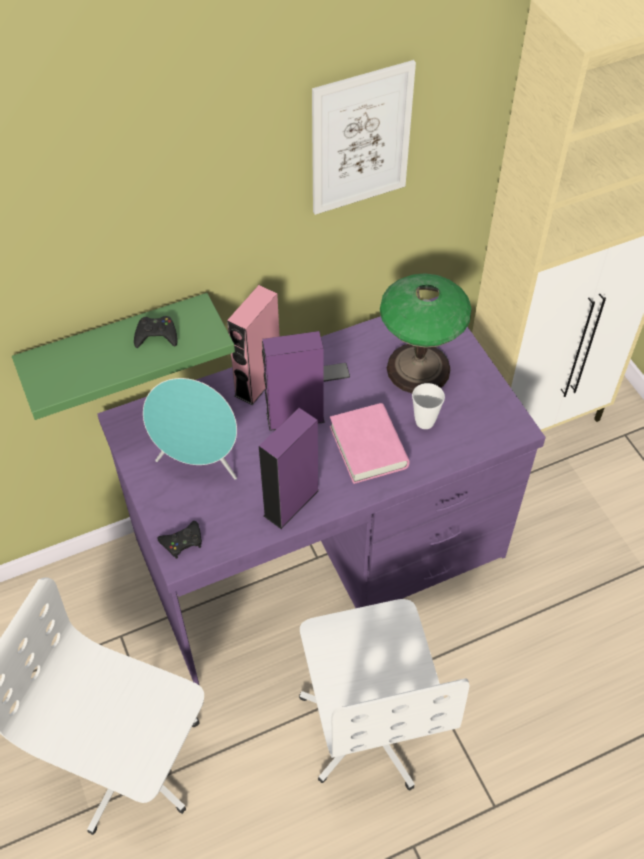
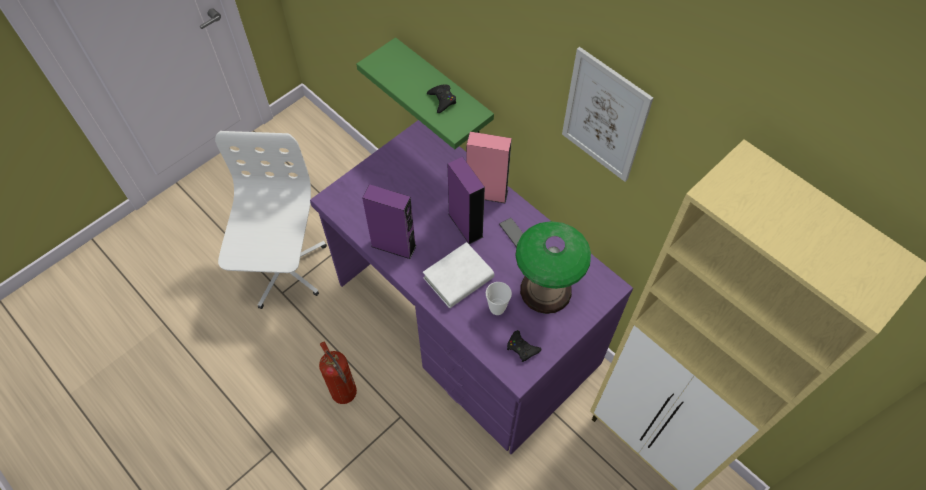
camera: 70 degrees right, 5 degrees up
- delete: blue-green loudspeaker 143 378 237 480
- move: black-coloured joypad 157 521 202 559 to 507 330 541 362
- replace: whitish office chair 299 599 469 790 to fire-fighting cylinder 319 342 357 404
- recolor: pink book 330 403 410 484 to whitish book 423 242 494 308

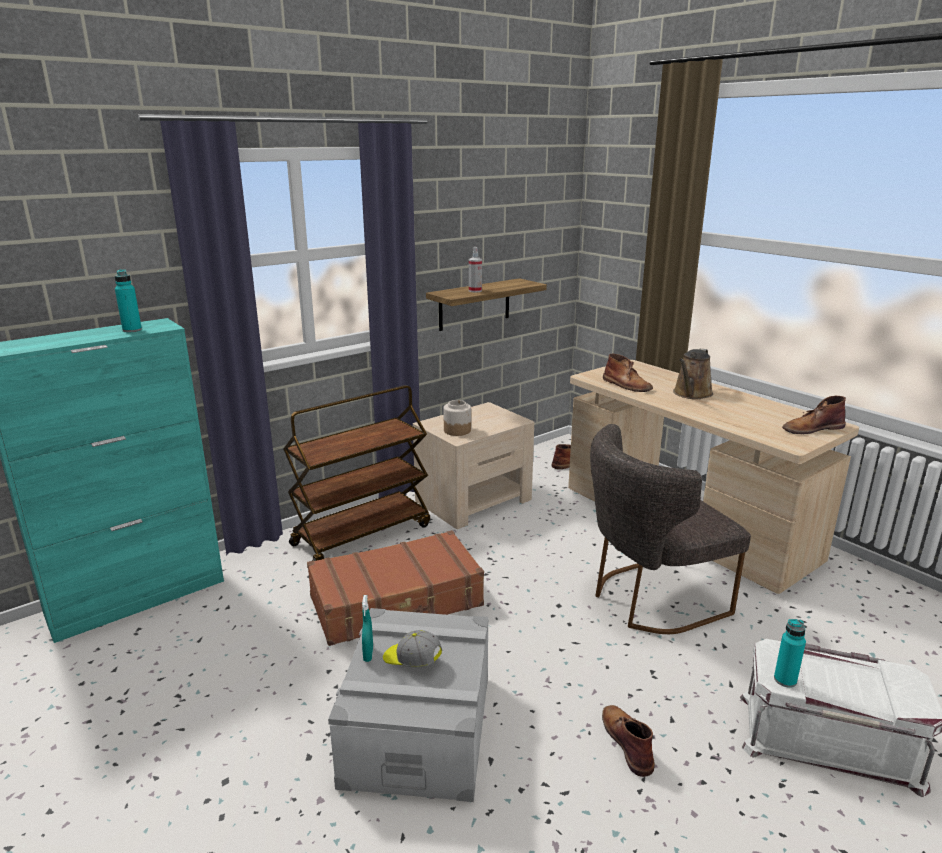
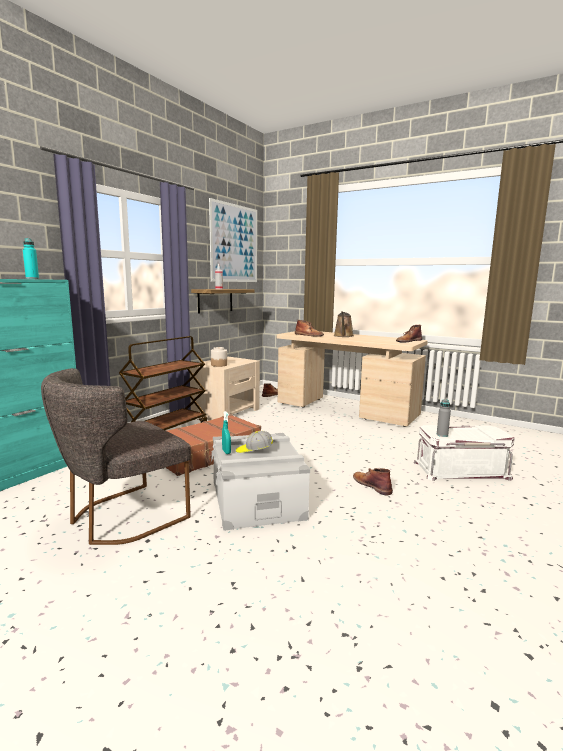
camera: 20 degrees left, 10 degrees down
- move: greyish upright chair 590 424 751 634 to 41 368 191 545
- recolor: blue-green drink bottle 774 619 806 688 to greyish drink bottle 437 399 451 437
- insert: wall picture 209 198 257 282

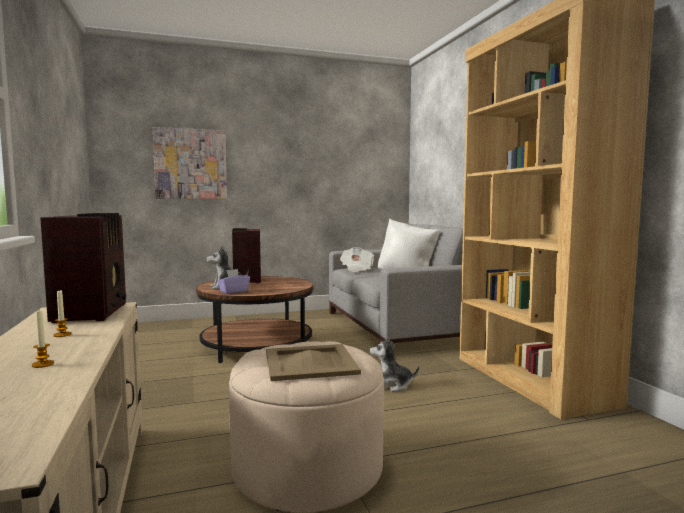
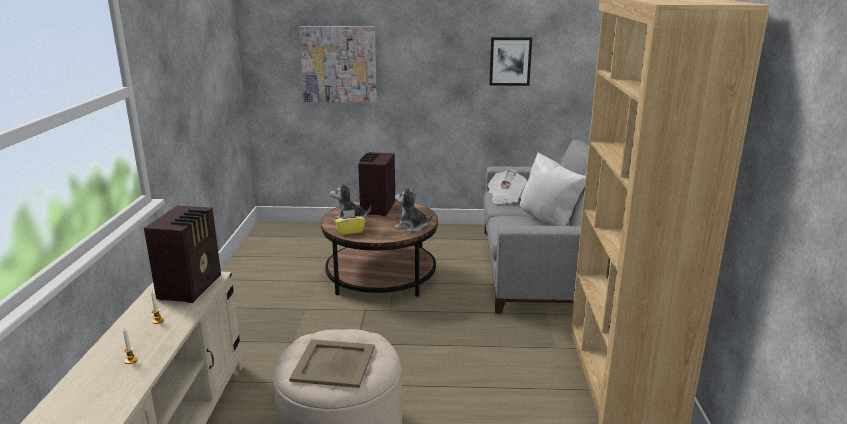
camera: 20 degrees right, 15 degrees up
- recolor: purple box of tissues 217 269 250 294 to yellowish box of tissues 335 210 365 235
- move: soft toy 370 336 419 392 to 395 187 433 232
- insert: wall picture 489 37 532 86

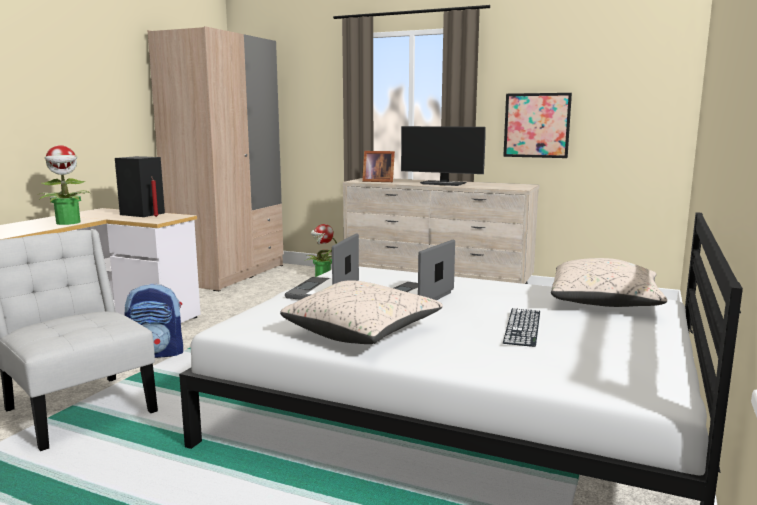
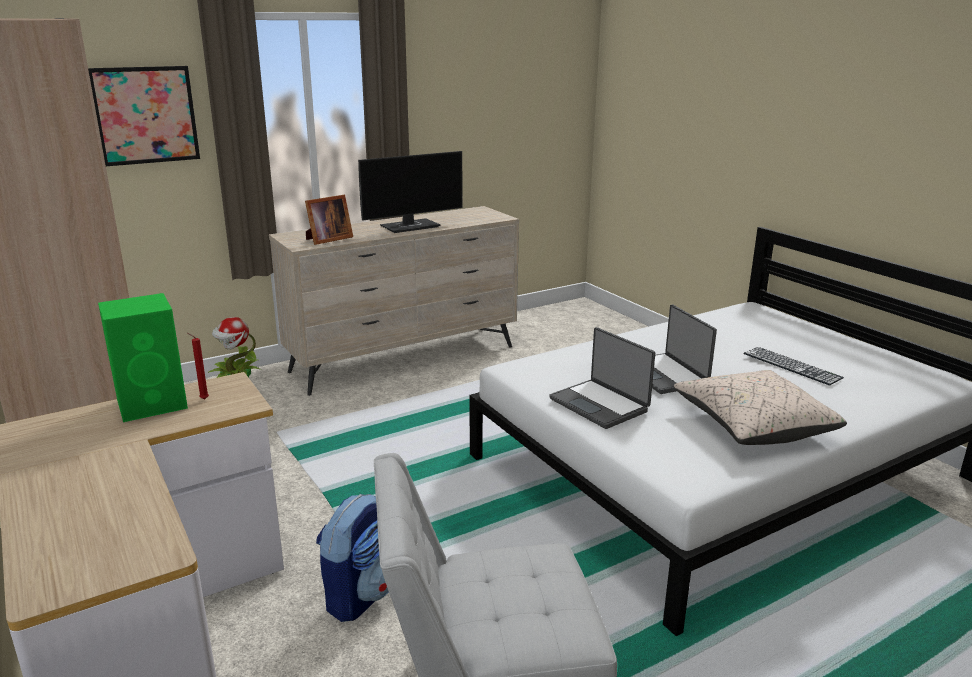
camera: 55 degrees left, 10 degrees up
- delete: potted plant 39 145 89 225
- recolor: black-coloured loudspeaker 115 156 165 217 to green-coloured loudspeaker 98 293 188 422
- move: wall picture 503 93 572 158 to 88 66 200 166
- delete: sand-coloured cushion 551 258 667 307

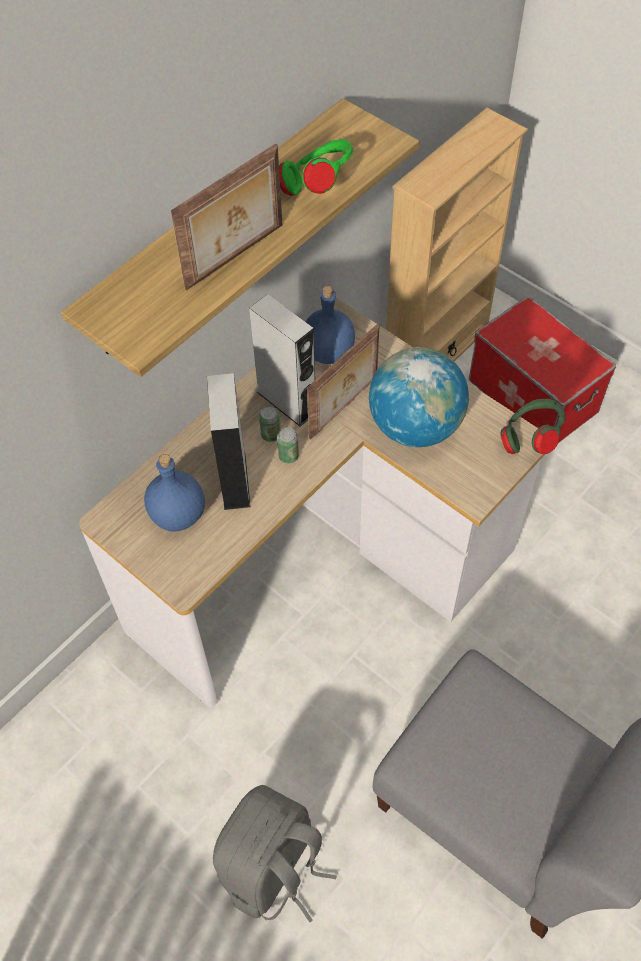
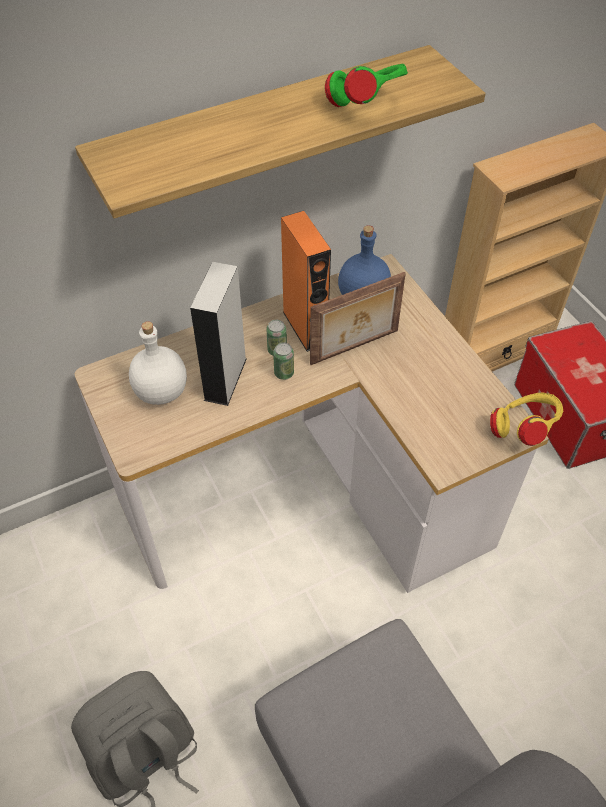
camera: 20 degrees right, 5 degrees down
- recolor: blue drink bottle 144 454 205 532 to whitish drink bottle 129 321 187 405
- delete: picture frame 171 144 282 290
- recolor: greyish loudspeaker 249 294 315 427 to orange loudspeaker 281 211 331 352
- delete: world globe 369 347 469 447
- recolor: green-coloured headset 501 399 565 454 to yellowish headset 490 393 563 446

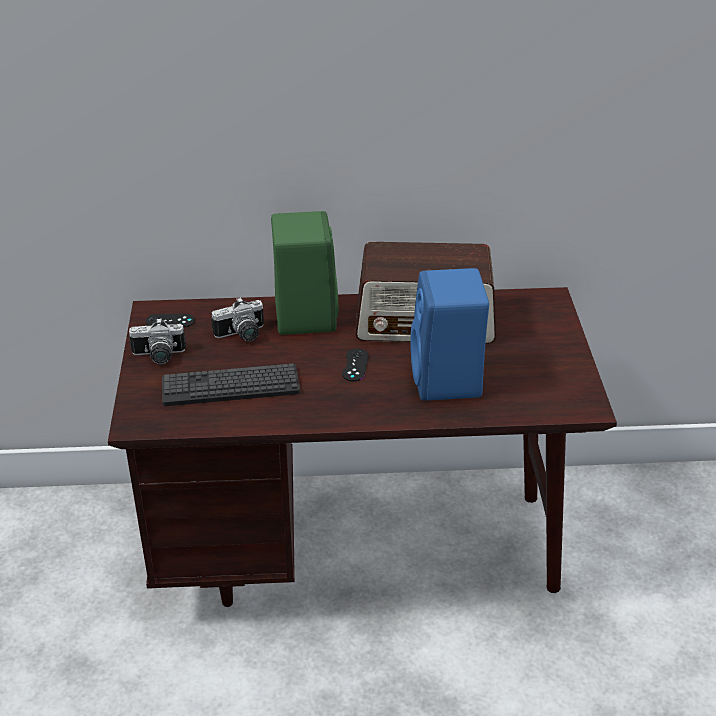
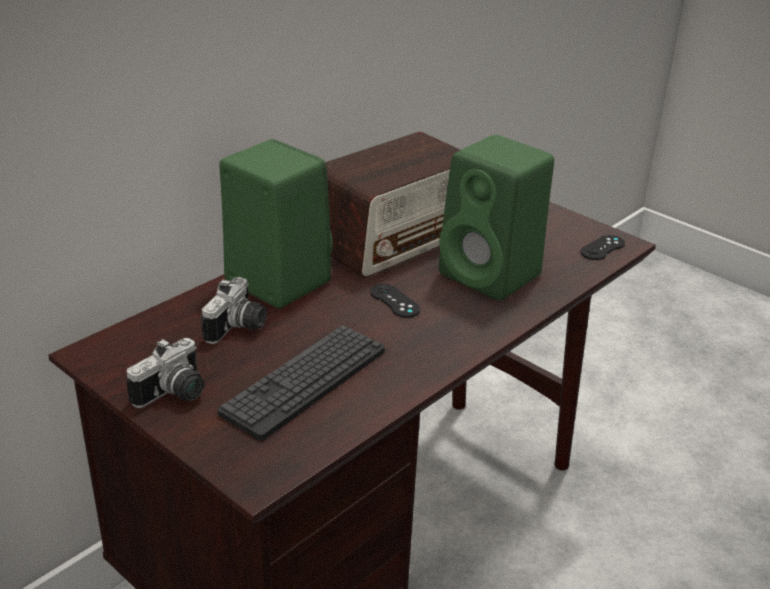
camera: 45 degrees left, 5 degrees down
- move: black-coloured joypad 145 314 195 327 to 580 235 625 260
- recolor: blue loudspeaker 411 268 489 401 to green-coloured loudspeaker 439 135 554 300

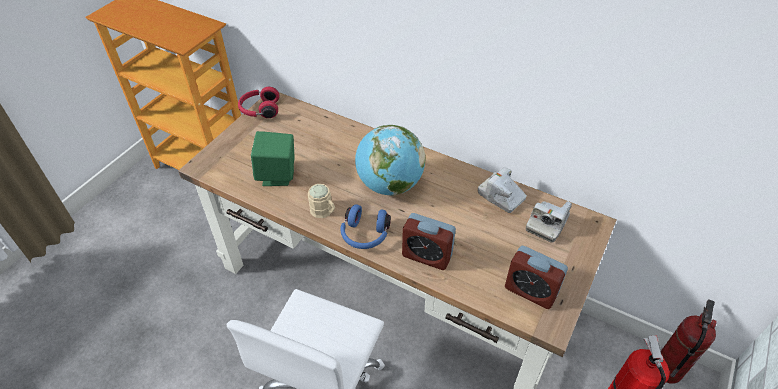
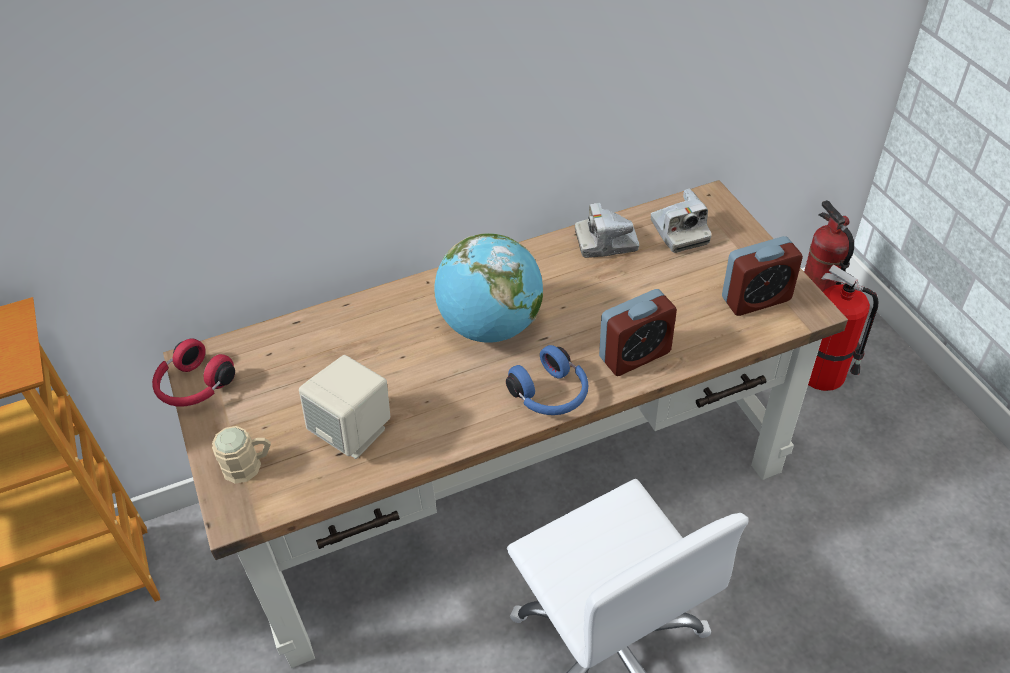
camera: 50 degrees left, 0 degrees up
- recolor: green-coloured loudspeaker 251 131 295 186 to sand-coloured loudspeaker 299 355 390 459
- move: sand-coloured mug 308 184 335 218 to 212 426 271 483

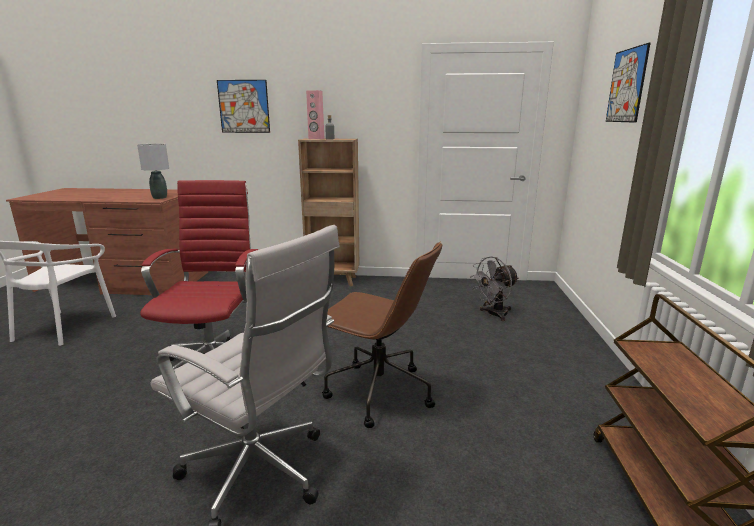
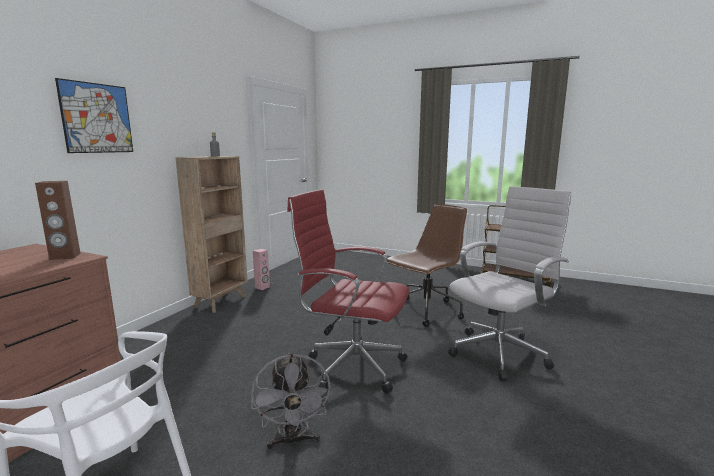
camera: 70 degrees left, 5 degrees down
- replace: greyish lamp for a table 137 144 169 199 to brownish loudspeaker 35 181 81 260
- move: pink loudspeaker 306 90 324 139 to 253 249 270 290
- move: greyish cooling fan 472 256 519 321 to 251 353 332 449
- delete: wall picture 606 43 650 123

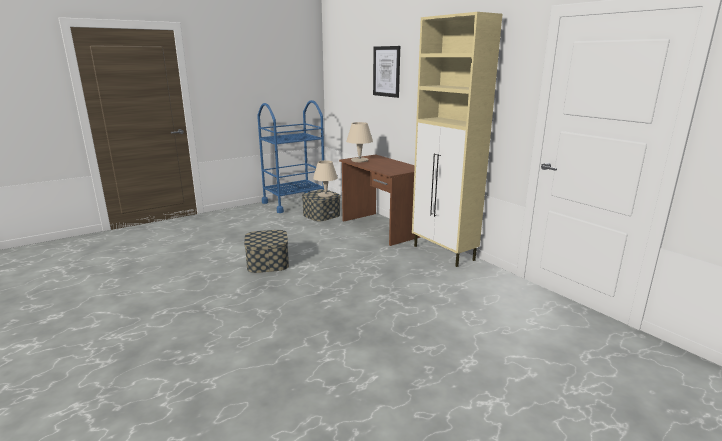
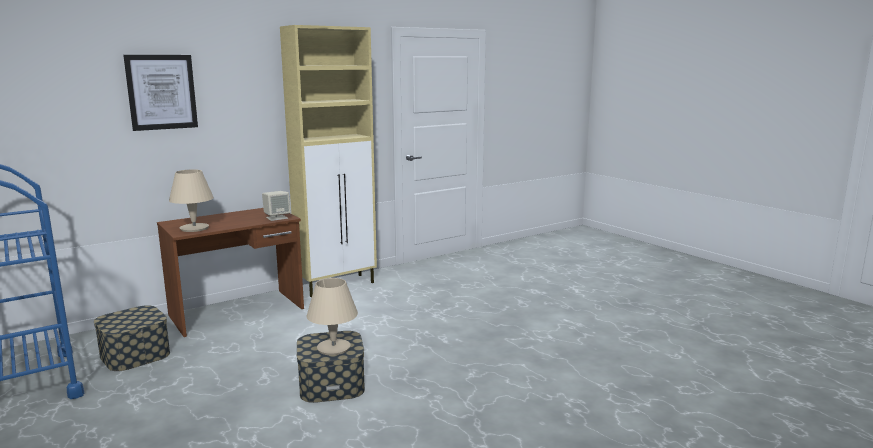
camera: 90 degrees left, 5 degrees down
- move: sand-coloured lamp for a table 313 160 338 198 to 307 278 358 355
- insert: sand-coloured loudspeaker 262 191 291 221

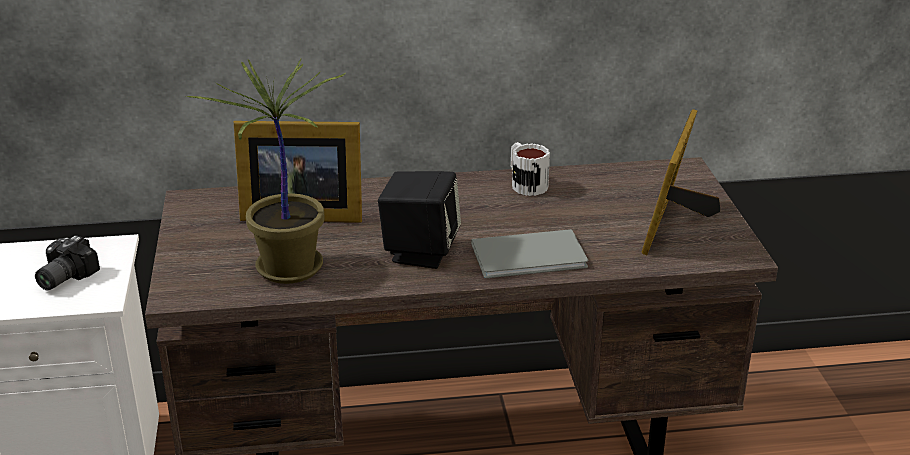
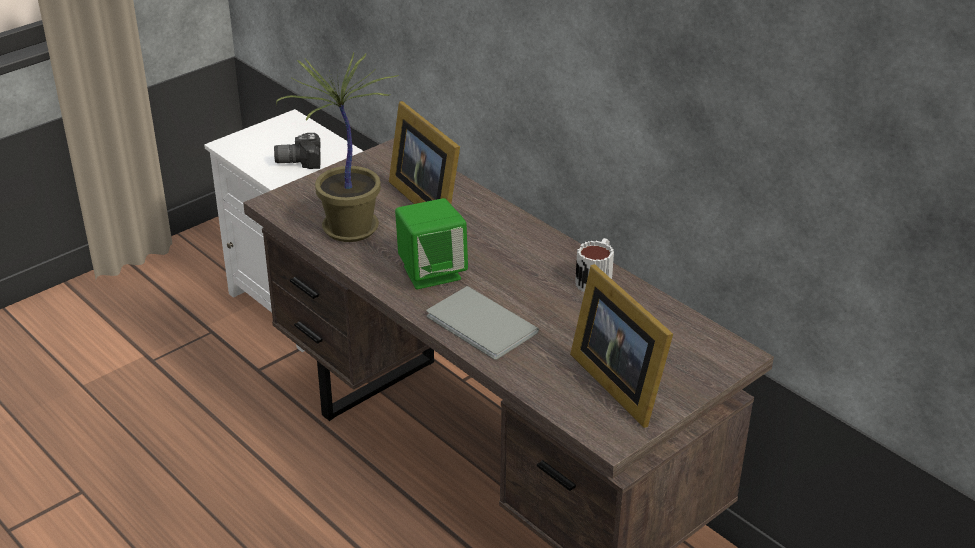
camera: 55 degrees right, 5 degrees up
- recolor: black-coloured loudspeaker 378 171 461 269 to green-coloured loudspeaker 395 198 468 289
- rotate: picture frame 642 109 720 255 = 570 264 673 428 105 degrees counterclockwise

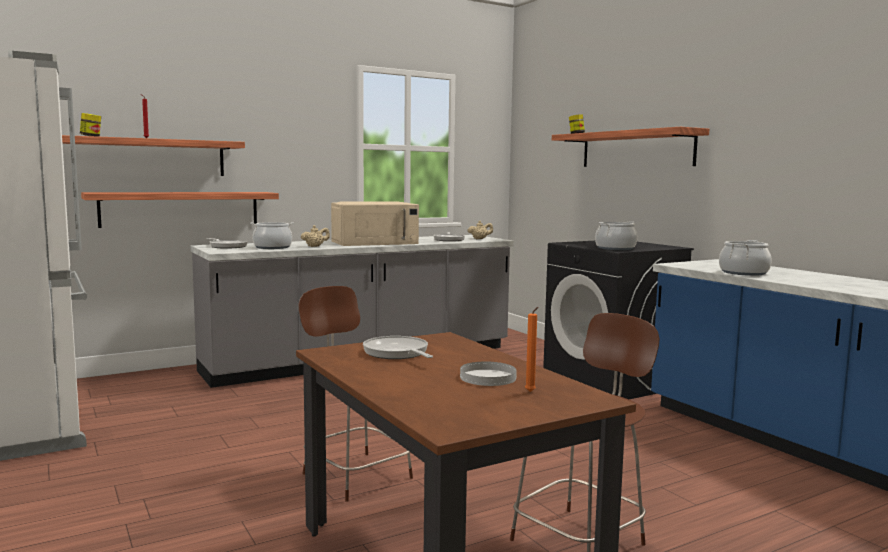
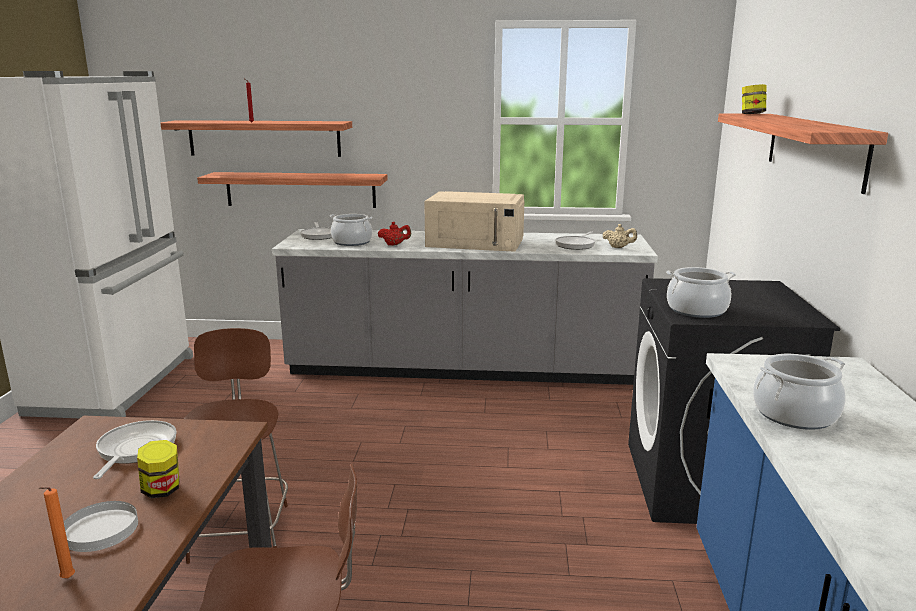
camera: 35 degrees right, 10 degrees up
- move: jar 80 113 101 137 to 137 440 179 498
- recolor: sand-coloured tea pot 301 225 330 247 to red-coloured tea pot 378 222 411 246

